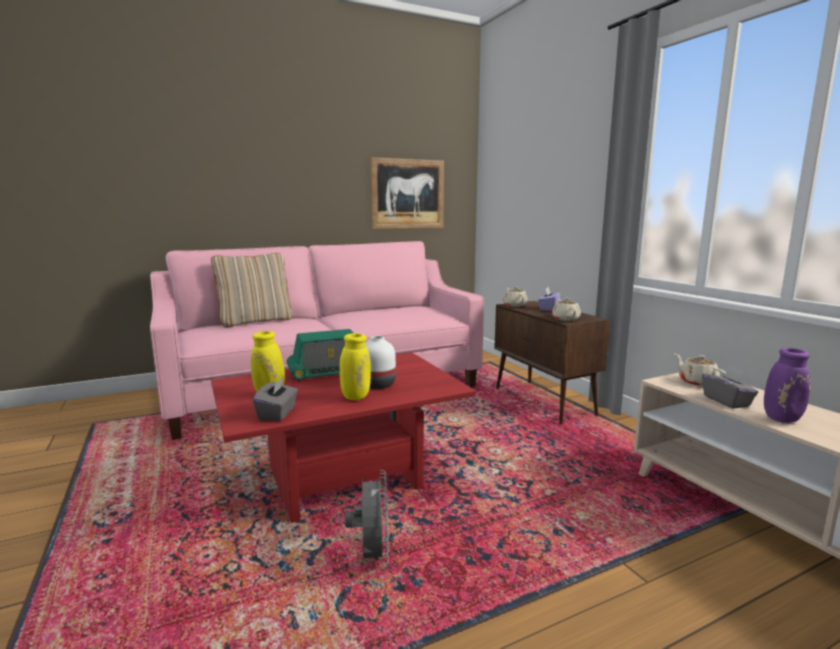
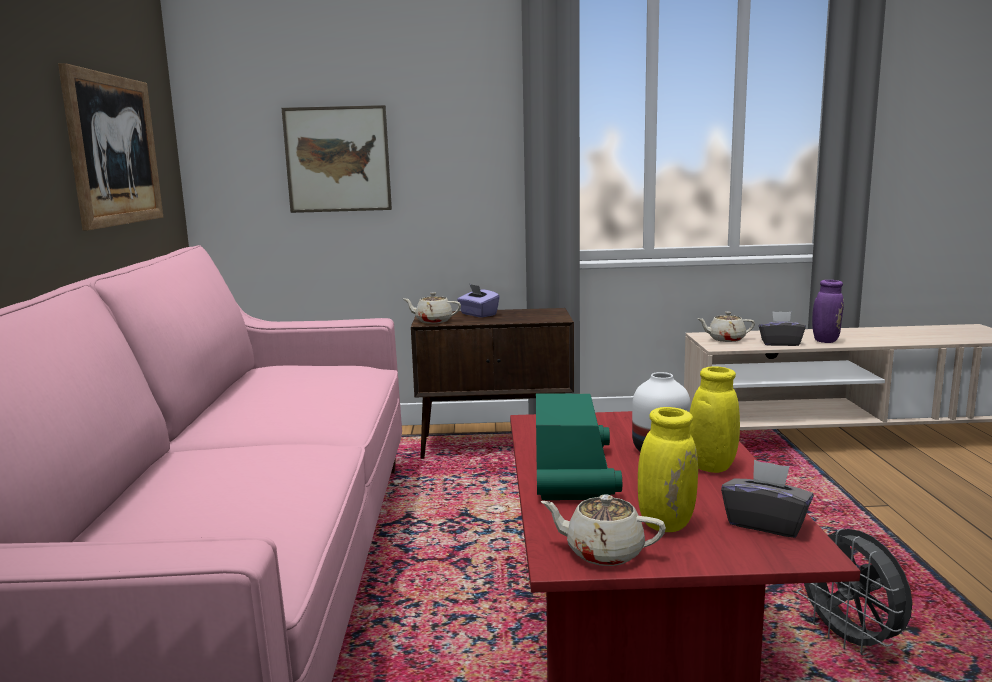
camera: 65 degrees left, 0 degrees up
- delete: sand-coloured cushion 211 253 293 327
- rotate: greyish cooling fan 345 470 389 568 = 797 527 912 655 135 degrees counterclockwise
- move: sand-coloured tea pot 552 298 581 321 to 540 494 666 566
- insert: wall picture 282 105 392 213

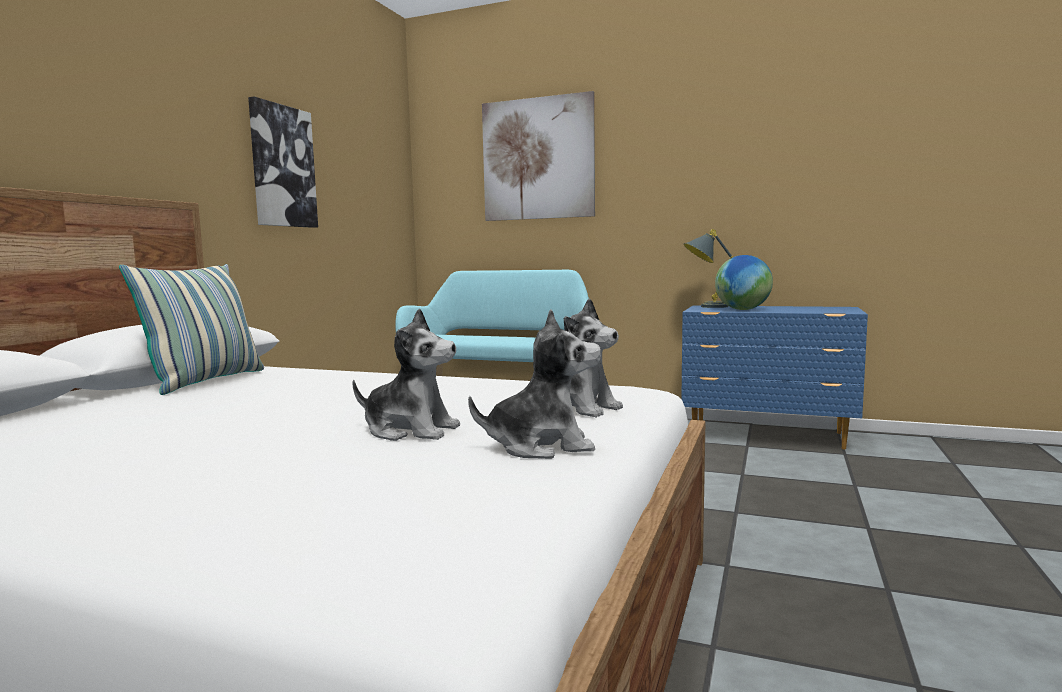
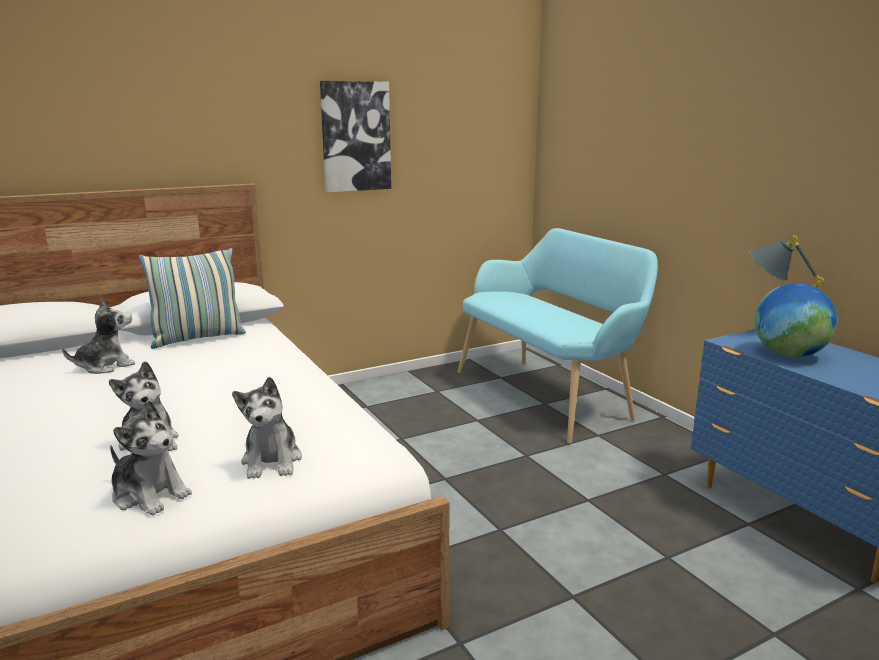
camera: 40 degrees right, 10 degrees up
- delete: wall picture 482 91 595 221
- insert: soft toy 62 298 135 374

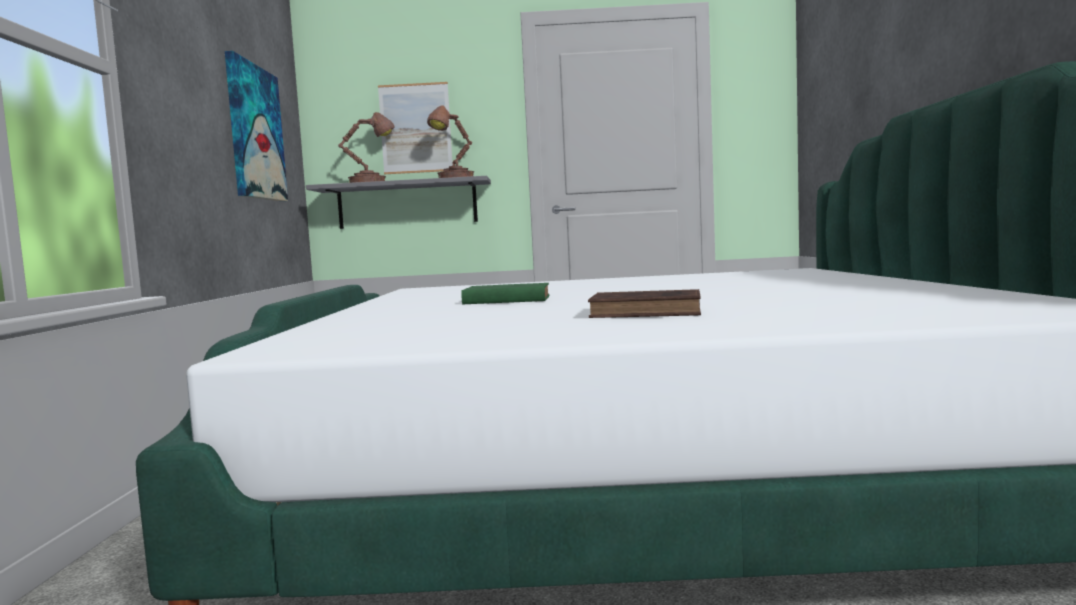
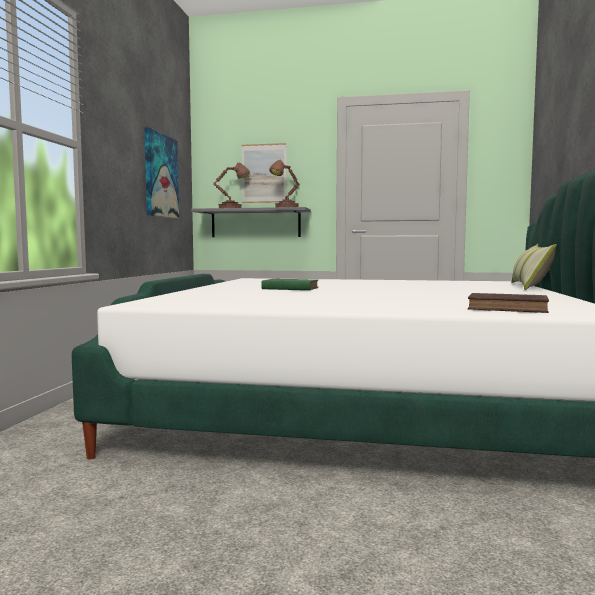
camera: 10 degrees right, 0 degrees up
- move: brownish book 588 289 701 318 to 468 293 549 313
- insert: cushion 511 244 557 290

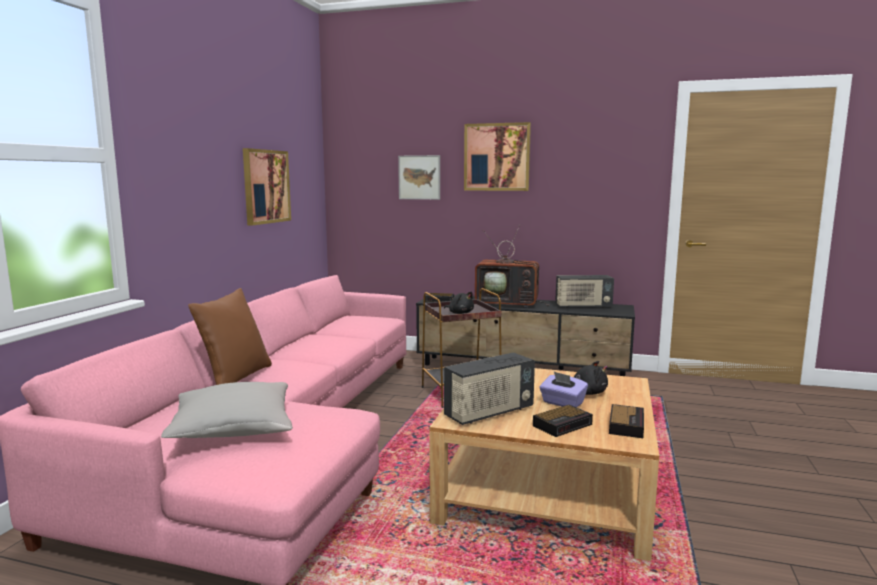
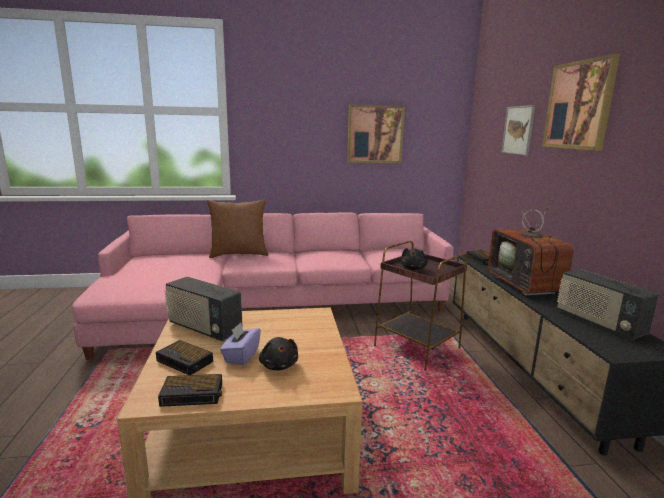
camera: 65 degrees right, 5 degrees up
- delete: greyish cushion 161 382 293 438

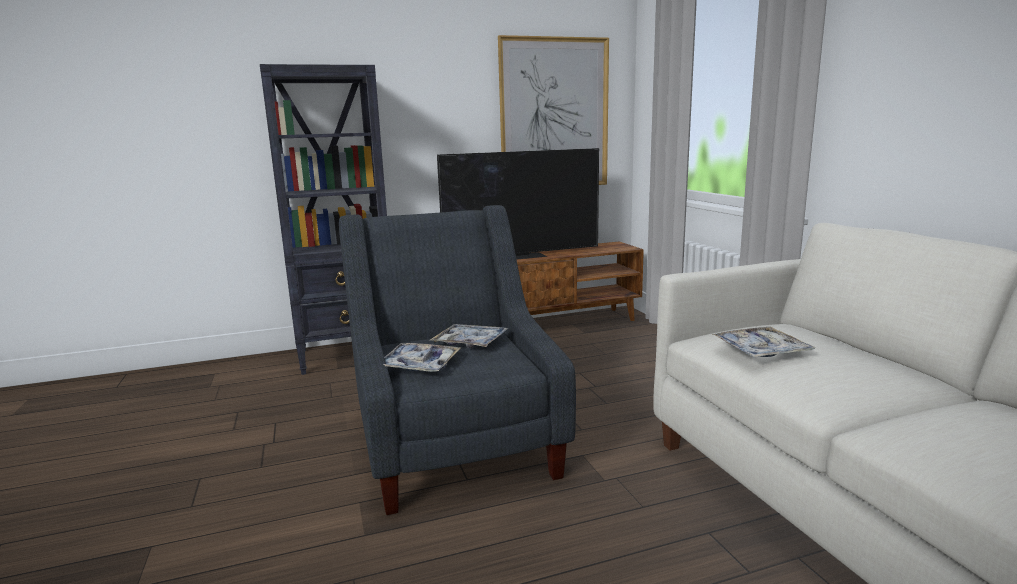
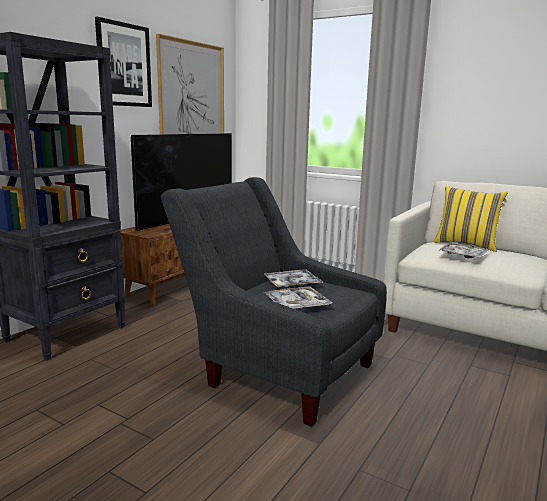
camera: 40 degrees left, 0 degrees up
- insert: wall picture 95 17 152 107
- insert: yellowish cushion 434 186 508 252

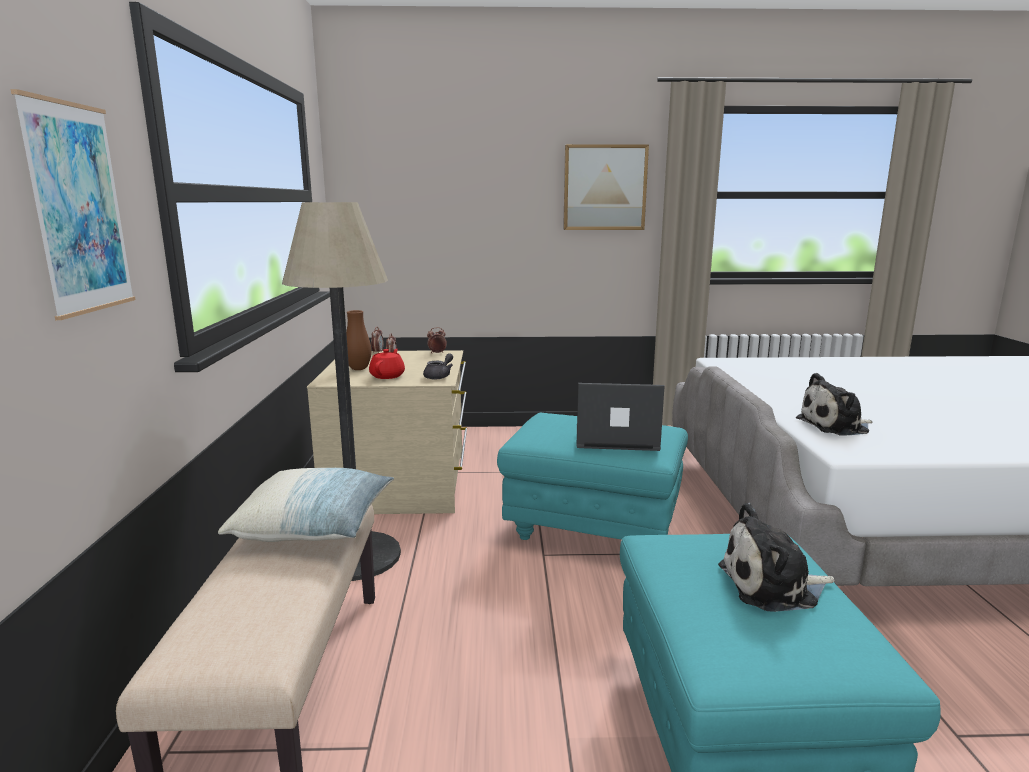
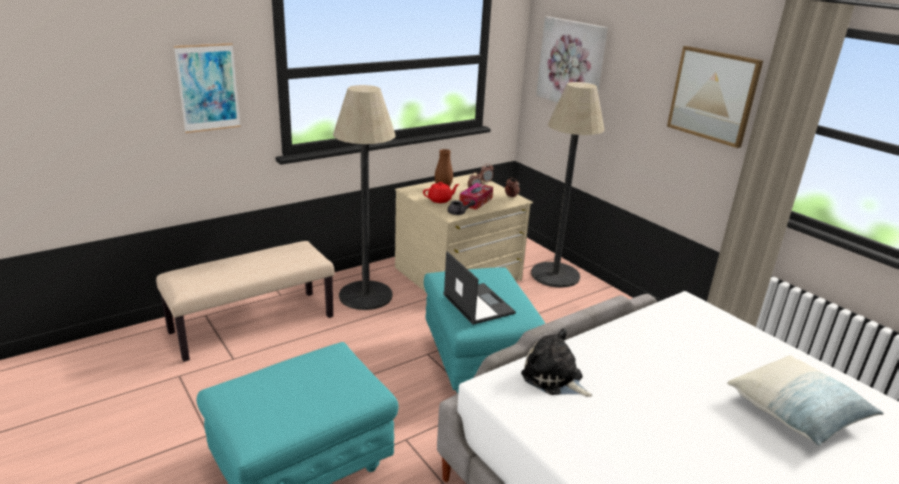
camera: 55 degrees right, 10 degrees up
- move: cushion 218 468 394 542 to 727 356 884 446
- delete: soft toy 718 503 835 612
- insert: box of tissues 459 183 493 210
- insert: floor lamp 531 82 605 288
- insert: wall picture 536 16 608 103

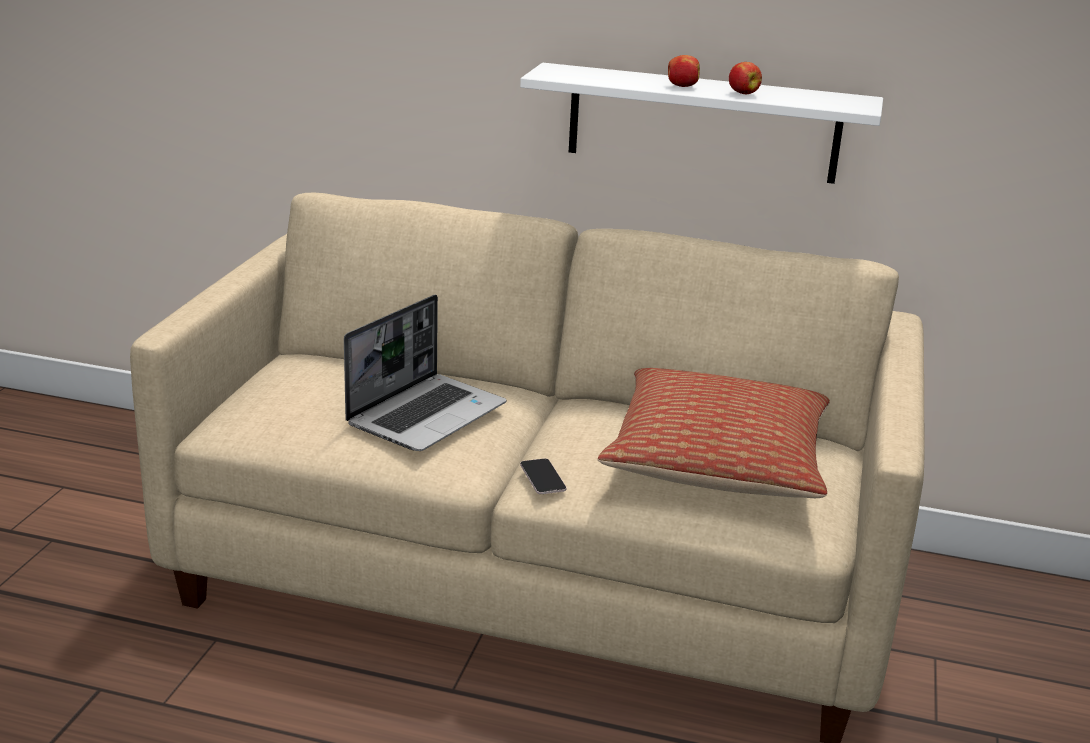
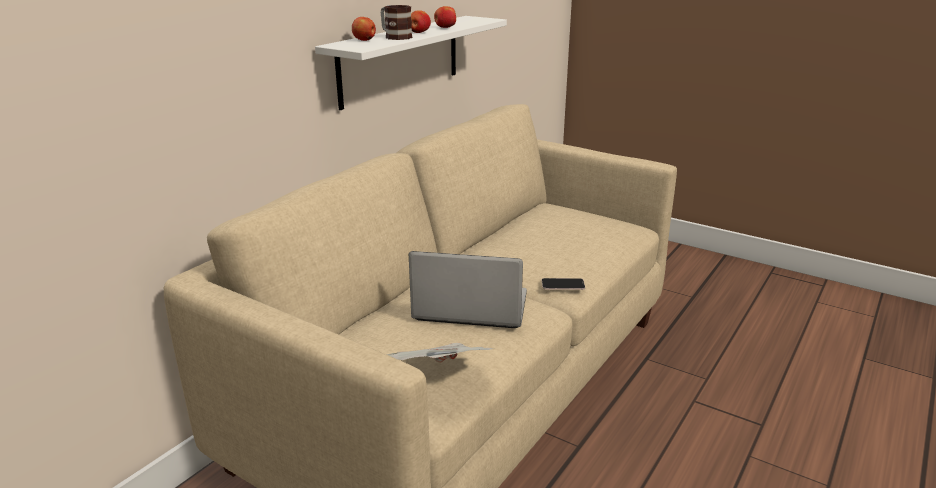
camera: 70 degrees left, 0 degrees up
- rotate: portable computer 344 295 506 451 = 409 251 527 328 45 degrees counterclockwise
- delete: cushion 598 368 830 498
- insert: apple fruit 352 17 376 41
- insert: mug 381 5 412 40
- insert: daily paper 386 343 494 363

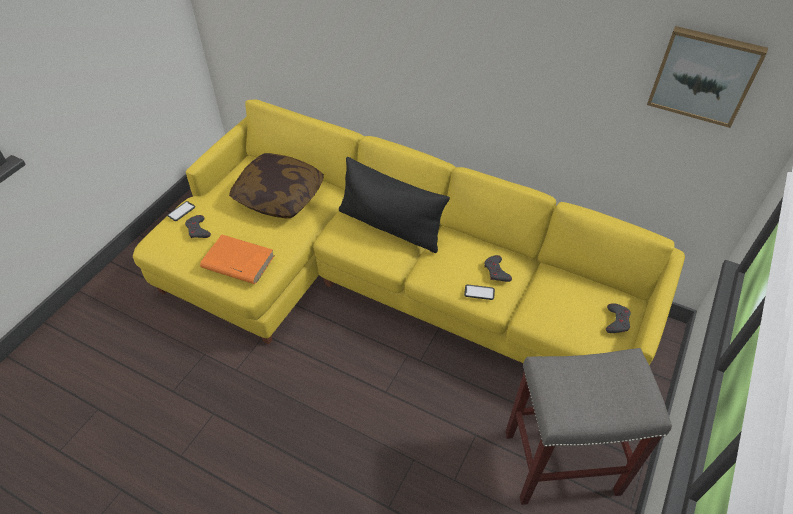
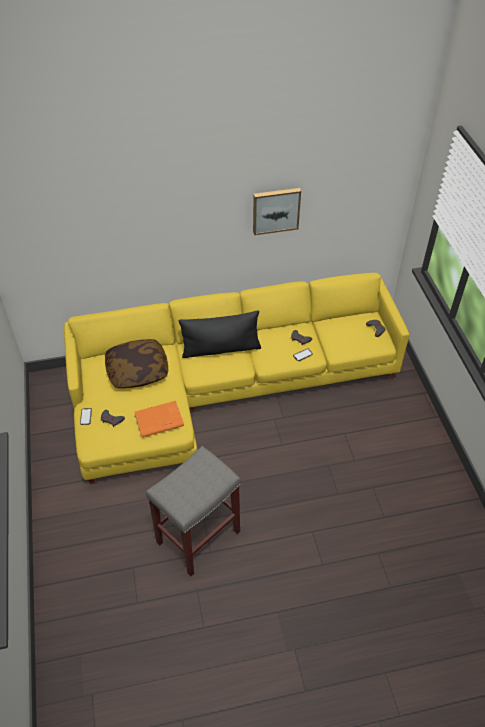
camera: 40 degrees left, 0 degrees up
- move: greyish stool seat 505 348 672 505 to 146 446 241 576
- move: wall picture 647 26 768 128 to 253 188 301 235

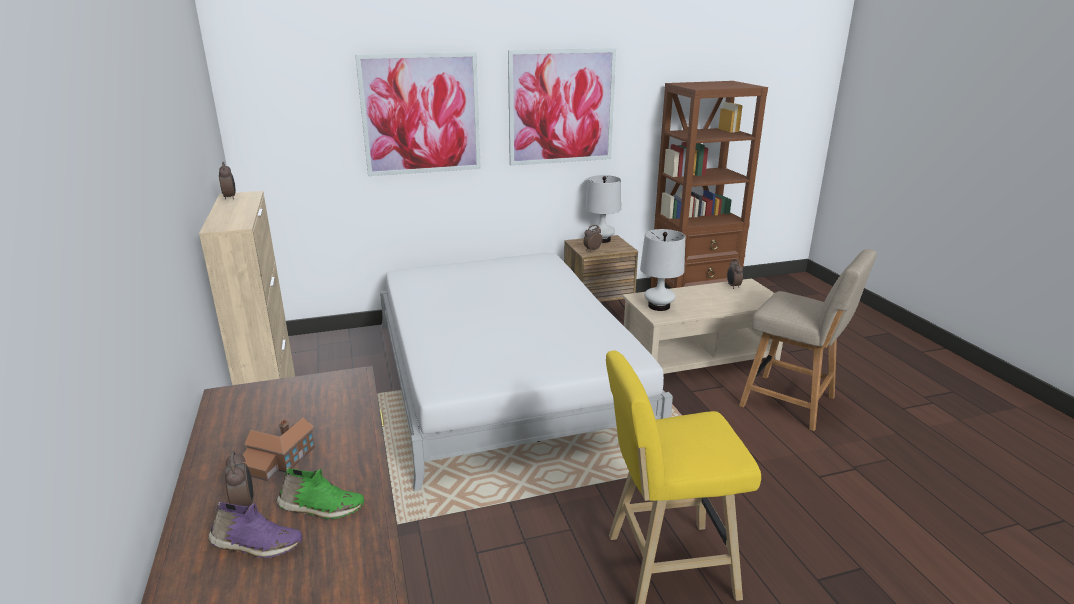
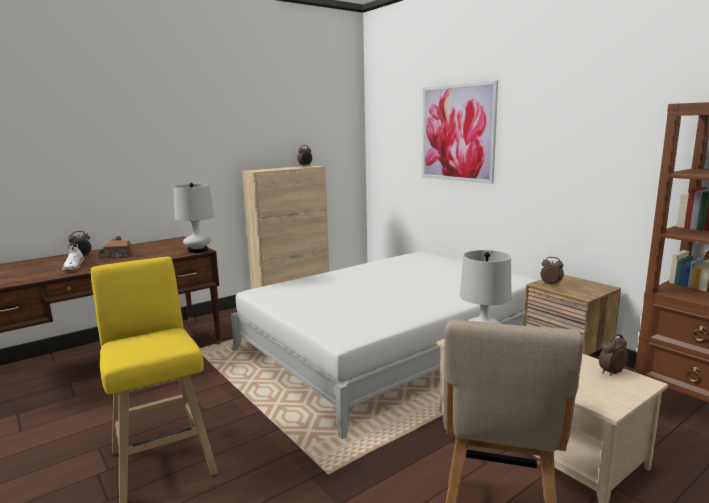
camera: 70 degrees right, 10 degrees down
- delete: purple shoe 207 502 302 558
- recolor: green-coloured shoe 276 468 364 519 to whitish shoe 62 244 85 270
- delete: wall picture 508 48 616 166
- move: whitish lamp for a table 585 175 621 243 to 173 183 214 253

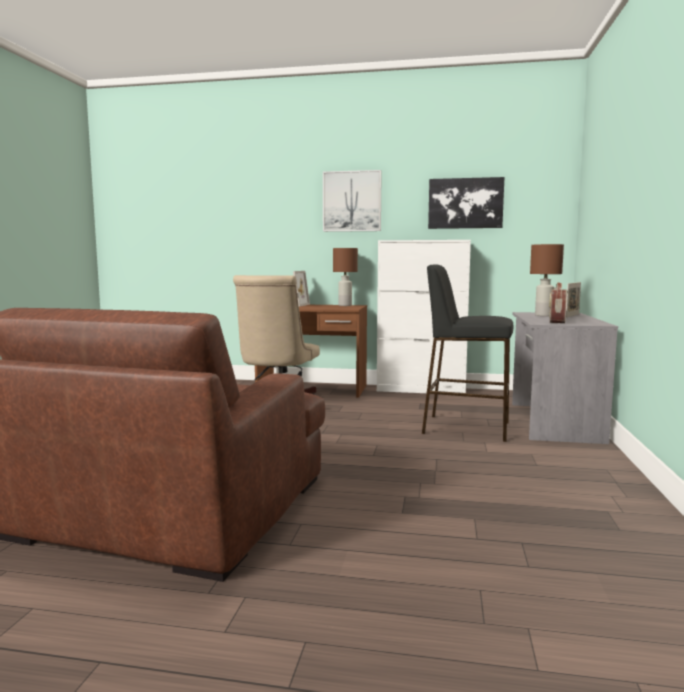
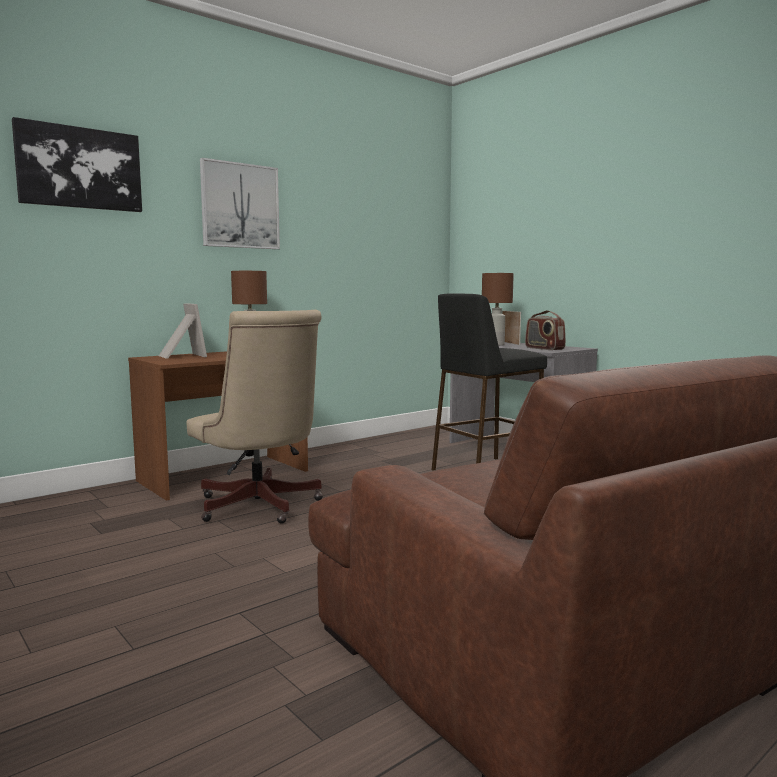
camera: 50 degrees left, 0 degrees up
- delete: whitish cupboard 377 240 471 393
- move: wall picture 428 177 505 229 to 12 117 142 212

